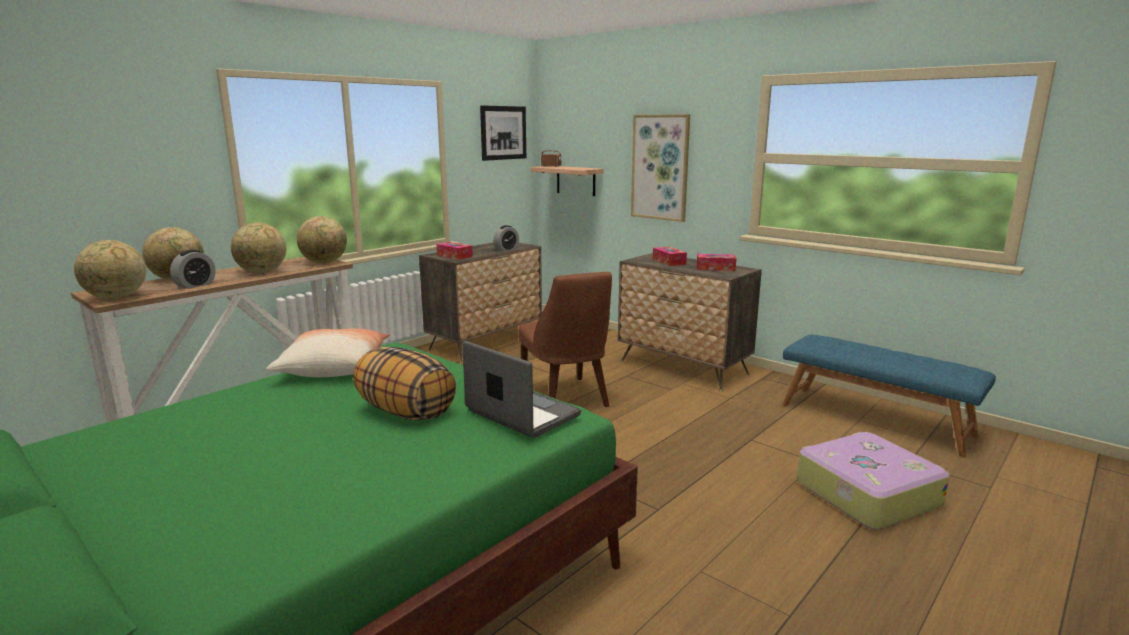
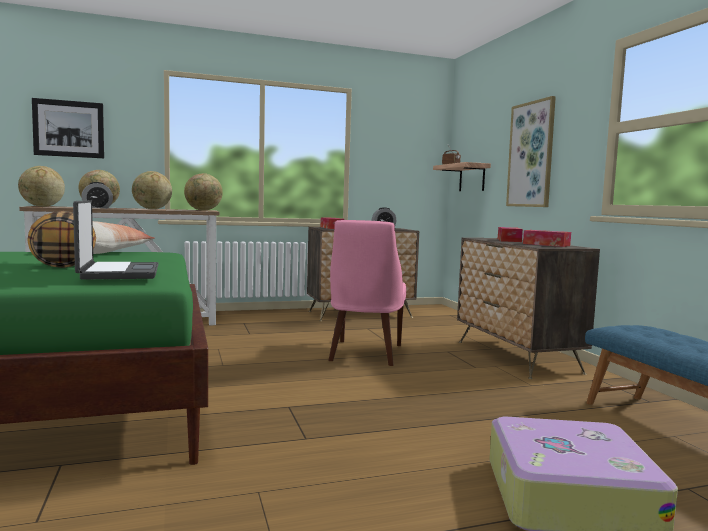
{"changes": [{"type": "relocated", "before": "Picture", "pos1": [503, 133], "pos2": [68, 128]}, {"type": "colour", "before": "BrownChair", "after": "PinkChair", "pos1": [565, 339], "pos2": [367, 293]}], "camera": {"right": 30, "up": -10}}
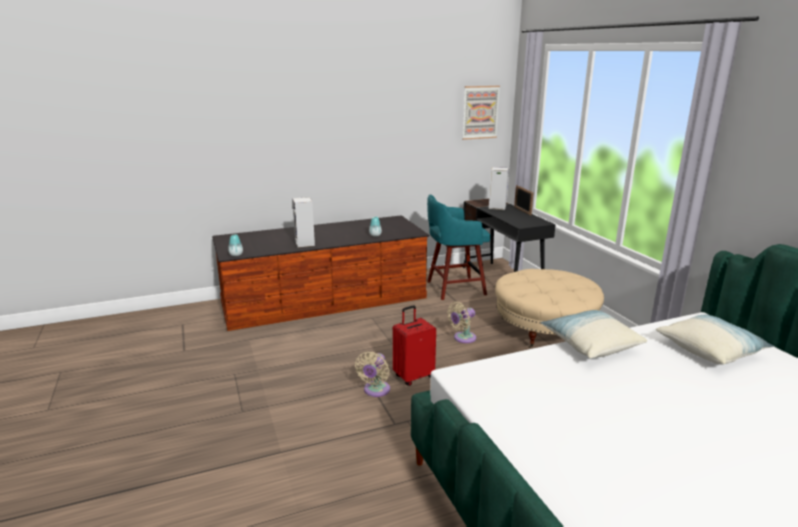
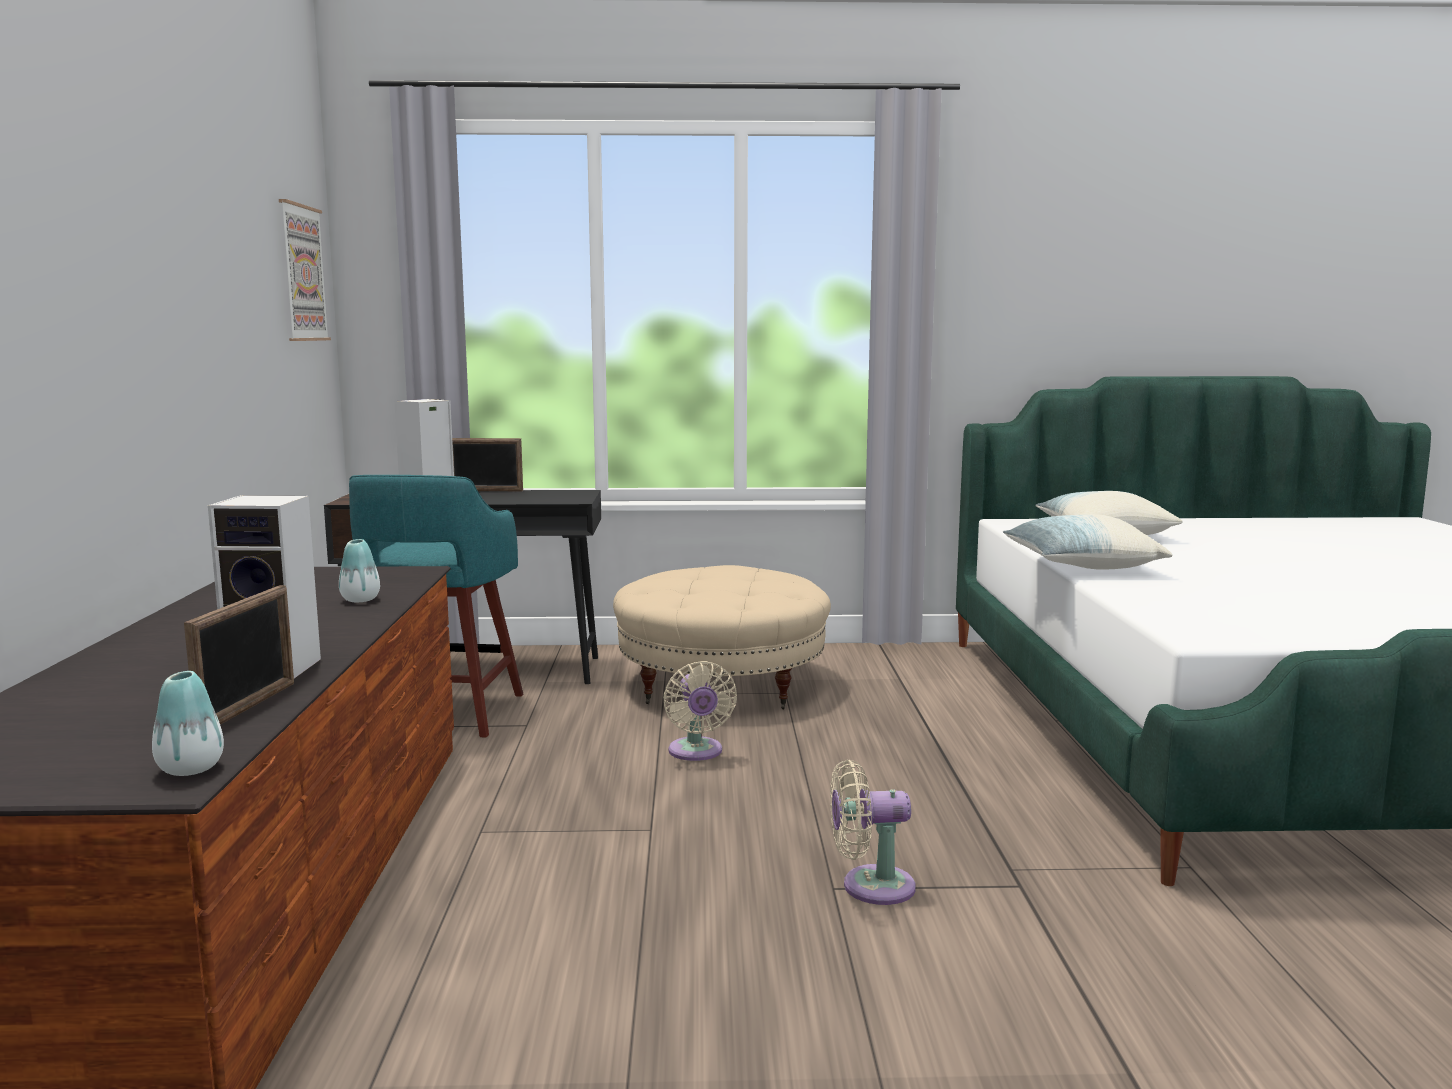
{"changes": [{"type": "spun", "before": "BeigeFan", "pos1": [372, 374], "pos2": [873, 832], "turn": 135}, {"type": "missing", "before": "RedSuitcase", "pos1": [414, 345]}, {"type": "appeared", "after": "PictureFrame", "pos2": [239, 655]}], "camera": {"right": -70, "up": -10}}
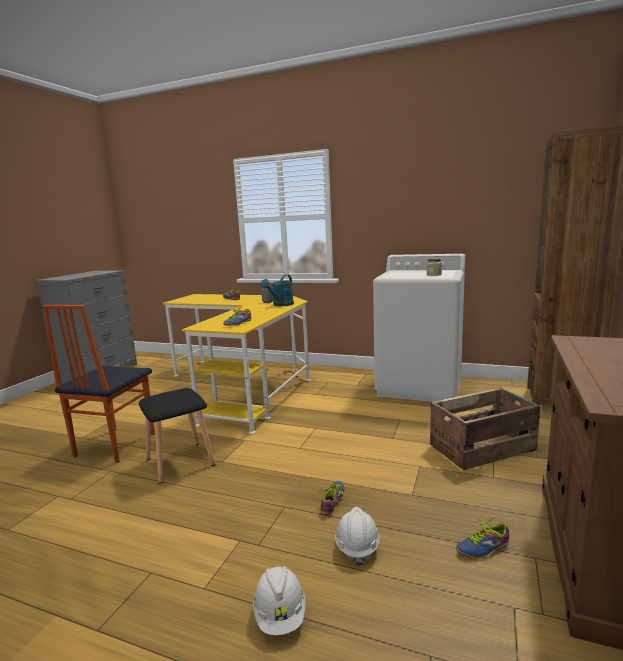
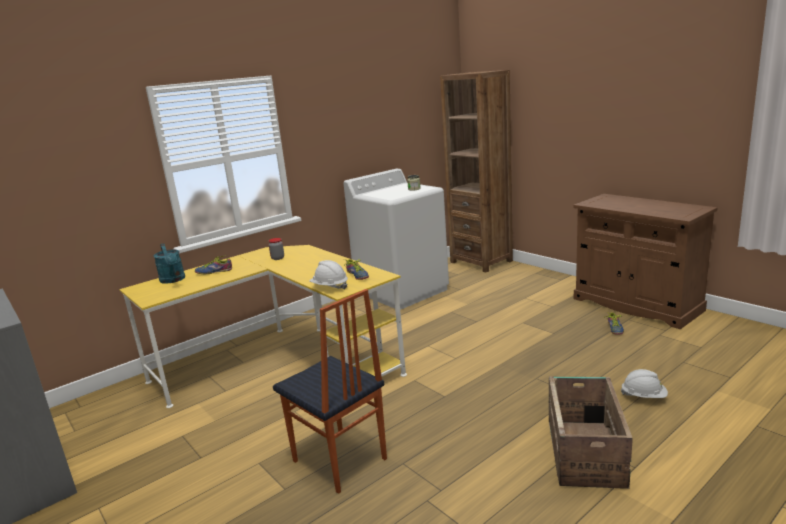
{"changes": [{"type": "missing", "before": "BlackStool", "pos1": [177, 436]}, {"type": "relocated", "before": "TurquoiseWateringCan", "pos1": [277, 290], "pos2": [169, 263]}, {"type": "missing", "before": "Shoe", "pos1": [332, 498]}, {"type": "relocated", "before": "WhiteHardHat", "pos1": [357, 536], "pos2": [328, 275]}, {"type": "relocated", "before": "Crate", "pos1": [485, 429], "pos2": [591, 433]}], "camera": {"right": -60, "up": 5}}
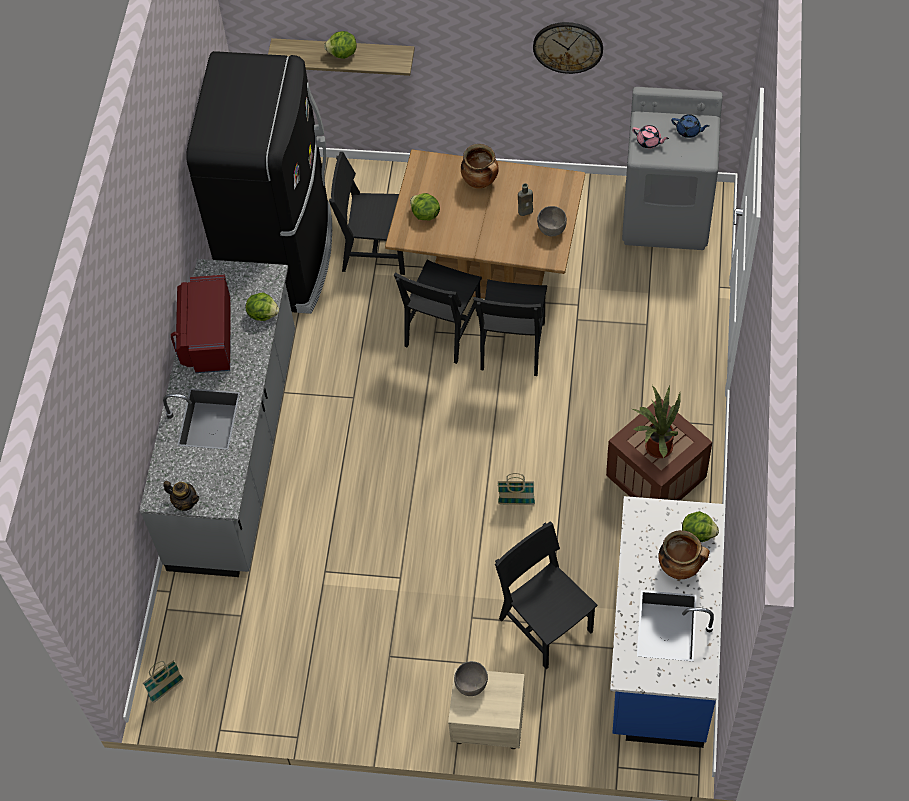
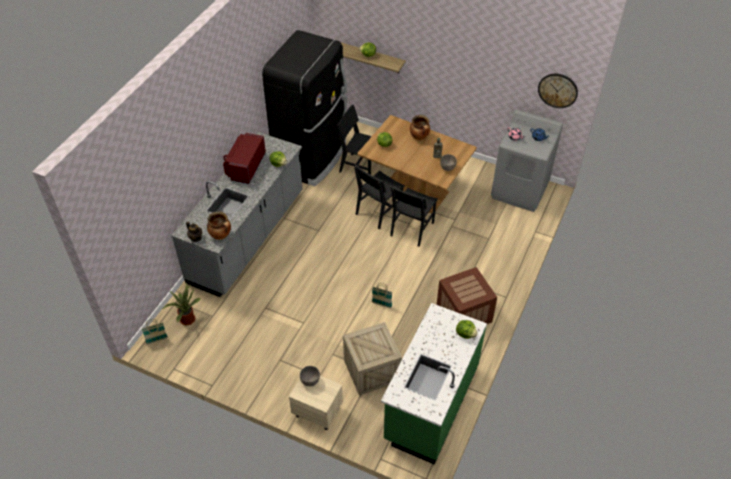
{"changes": [{"type": "exchanged", "before": "BlackChair", "after": "Crate", "pos1": [546, 595], "pos2": [372, 358]}, {"type": "relocated", "before": "WallClock", "pos1": [568, 48], "pos2": [558, 91]}, {"type": "colour", "before": "BlueCounter", "after": "GreenCounter", "pos1": [667, 622], "pos2": [434, 384]}, {"type": "relocated", "before": "PottedPlant", "pos1": [656, 422], "pos2": [182, 303]}, {"type": "relocated", "before": "CookingPot", "pos1": [684, 554], "pos2": [219, 225]}], "camera": {"right": 15, "up": -10}}
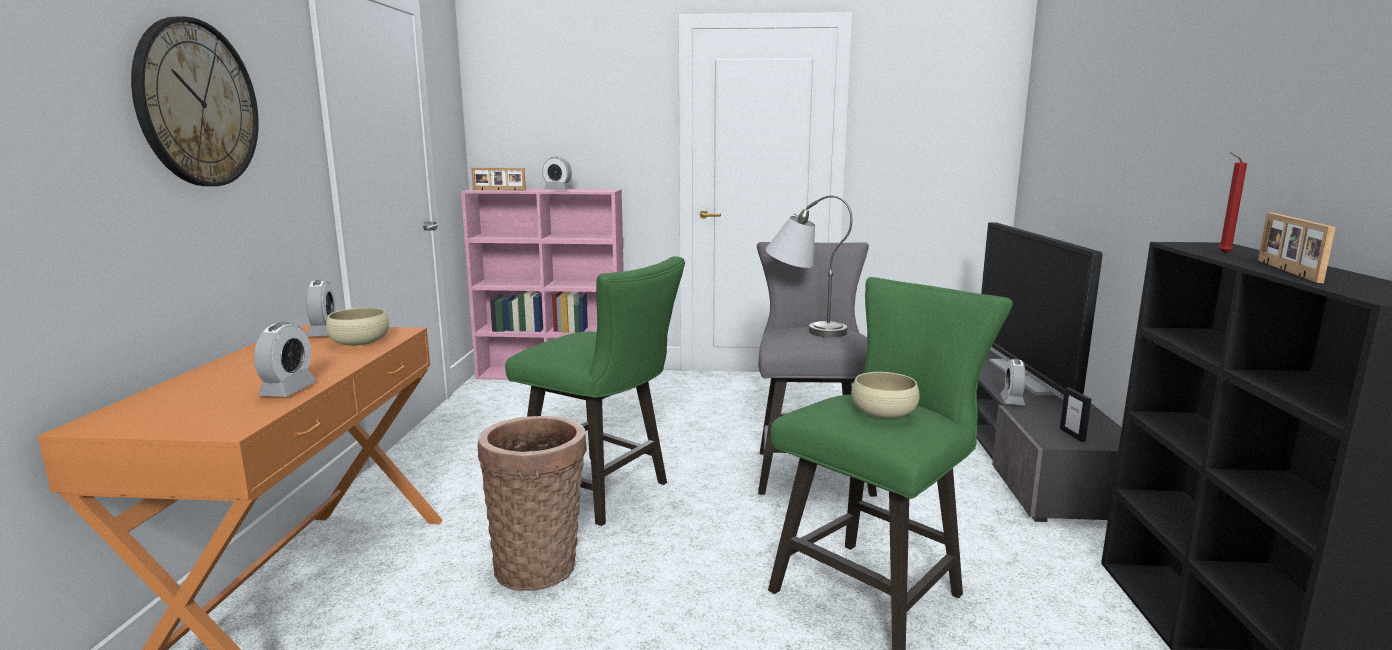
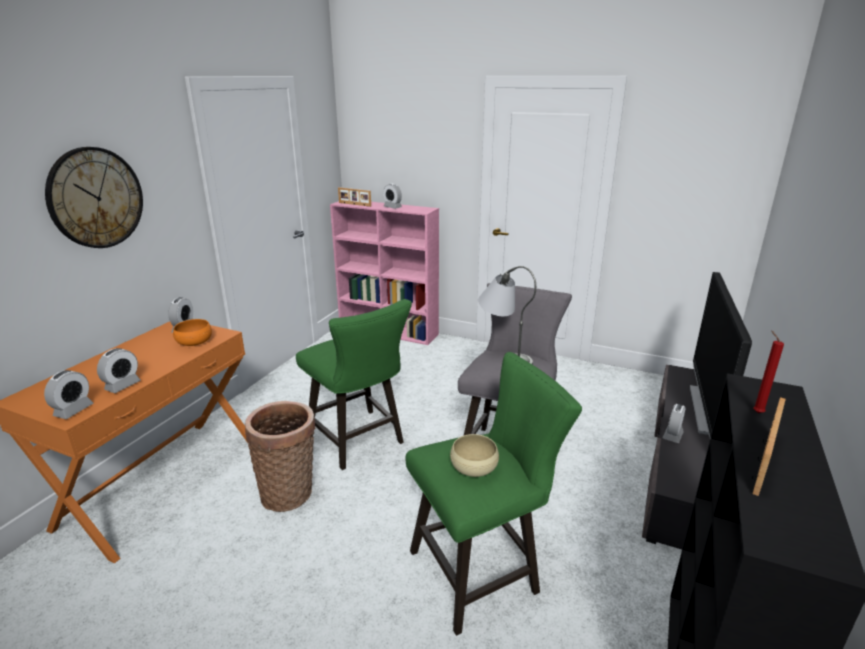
{"changes": [{"type": "colour", "before": "BeigeBowl", "after": "OrangeBowl", "pos1": [357, 327], "pos2": [192, 332]}, {"type": "missing", "before": "PictureFrame", "pos1": [1075, 414]}, {"type": "appeared", "after": "AlarmClock", "pos2": [68, 394]}], "camera": {"right": 20, "up": 10}}
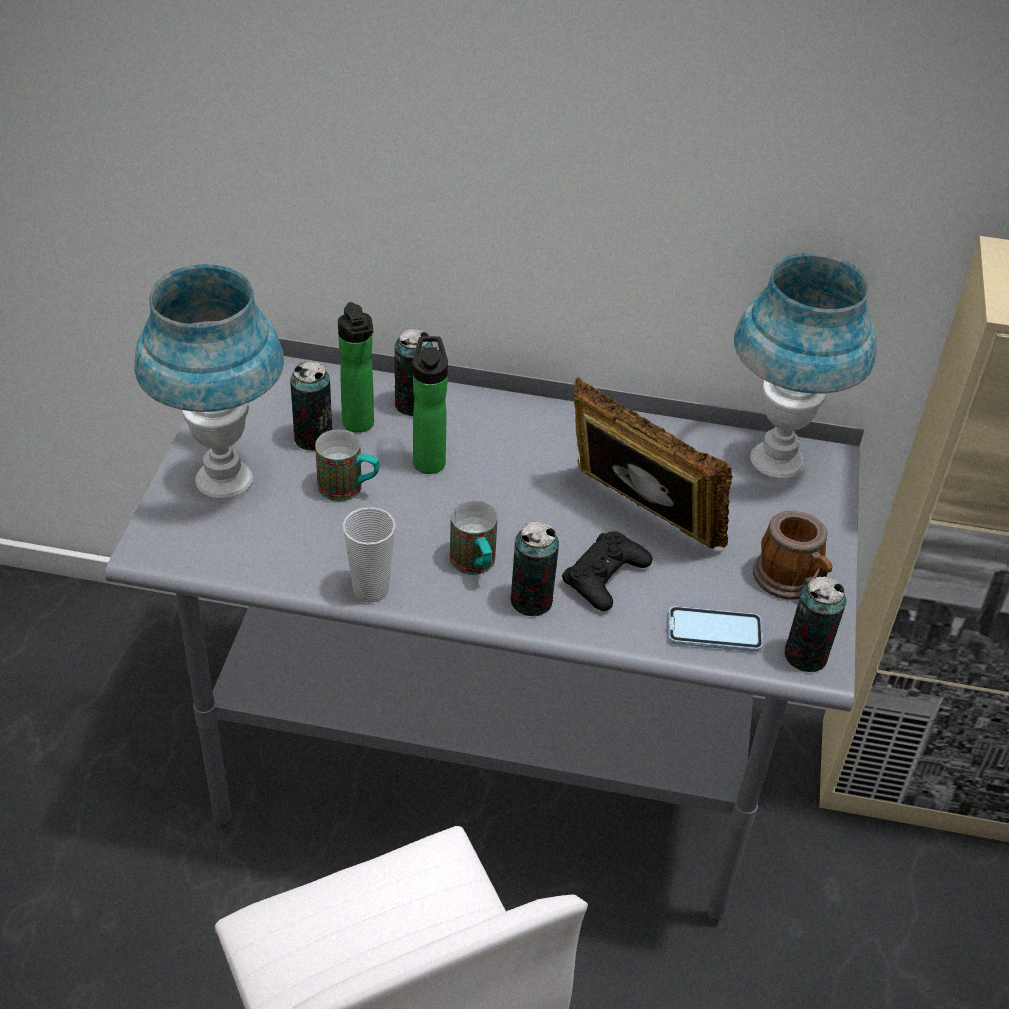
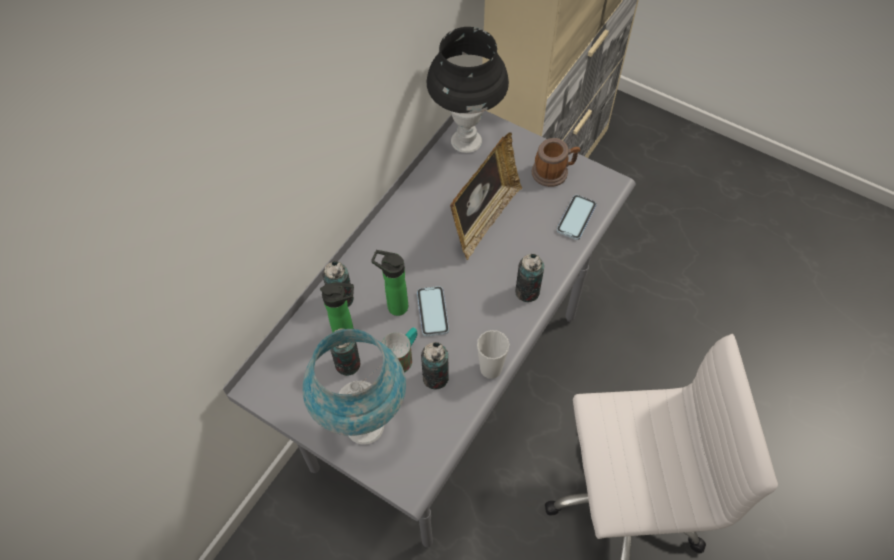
{"changes": [{"type": "missing", "before": "Mug", "pos1": [474, 537]}, {"type": "missing", "before": "BlackGameController", "pos1": [607, 571]}, {"type": "spun", "before": "PictureFrame", "pos1": [653, 463], "pos2": [486, 196], "turn": 150}, {"type": "colour", "before": "BlueTableLamp", "after": "BlackTableLamp", "pos1": [805, 365], "pos2": [468, 90]}, {"type": "relocated", "before": "Can", "pos1": [815, 624], "pos2": [435, 365]}, {"type": "appeared", "after": "Phone", "pos2": [433, 311]}], "camera": {"right": -65, "up": 15}}
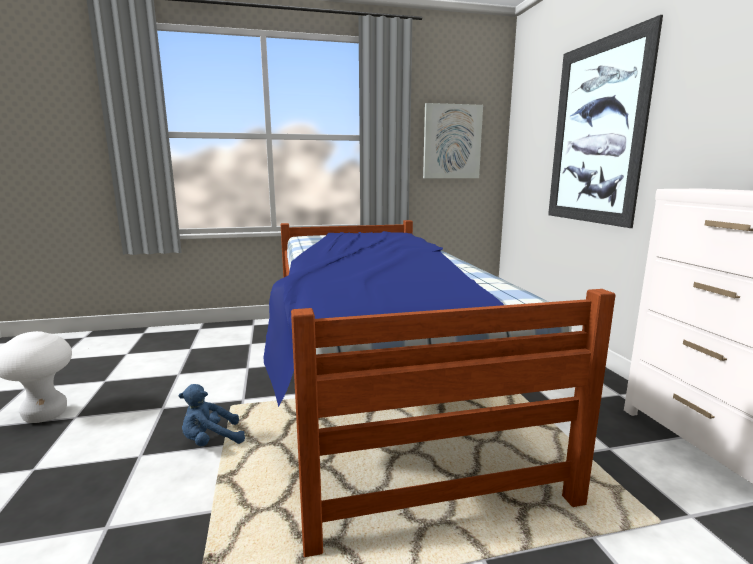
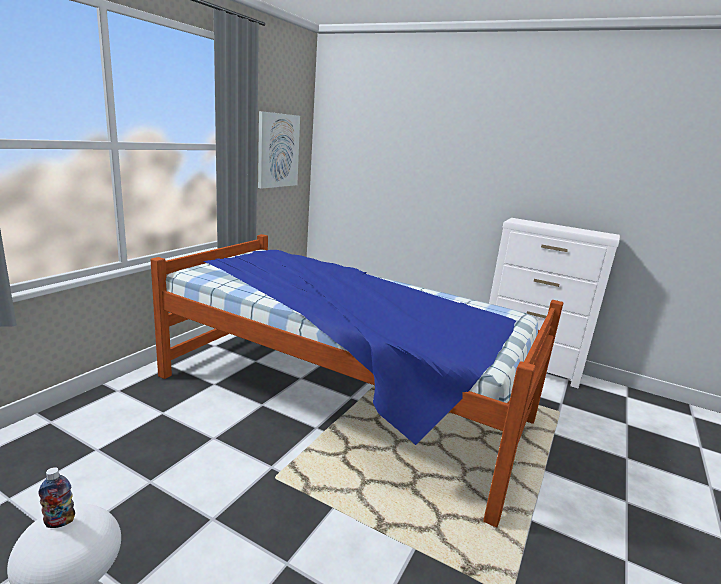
{"changes": [{"type": "missing", "before": "BluePlushToy", "pos1": [211, 415]}, {"type": "missing", "before": "Picture", "pos1": [605, 121]}, {"type": "appeared", "after": "Bottle", "pos2": [56, 497]}], "camera": {"right": -50, "up": 5}}
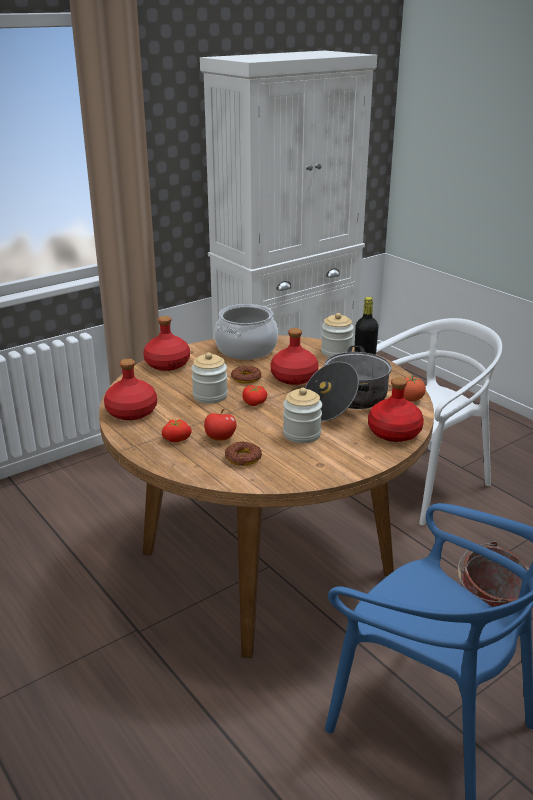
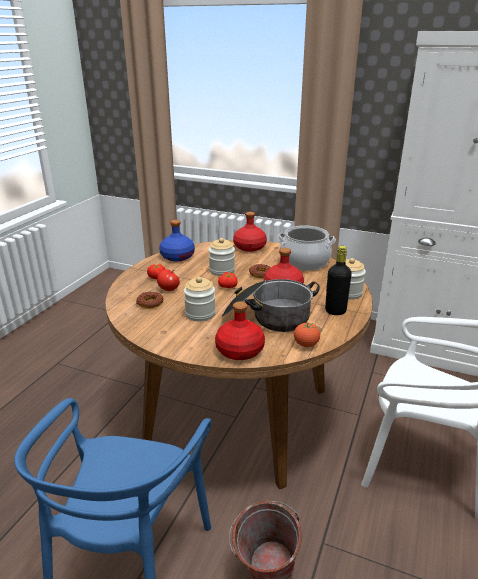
{"changes": [{"type": "colour", "before": "RedBottle", "after": "BlueBottle", "pos1": [130, 389], "pos2": [177, 240]}], "camera": {"right": 60, "up": 0}}
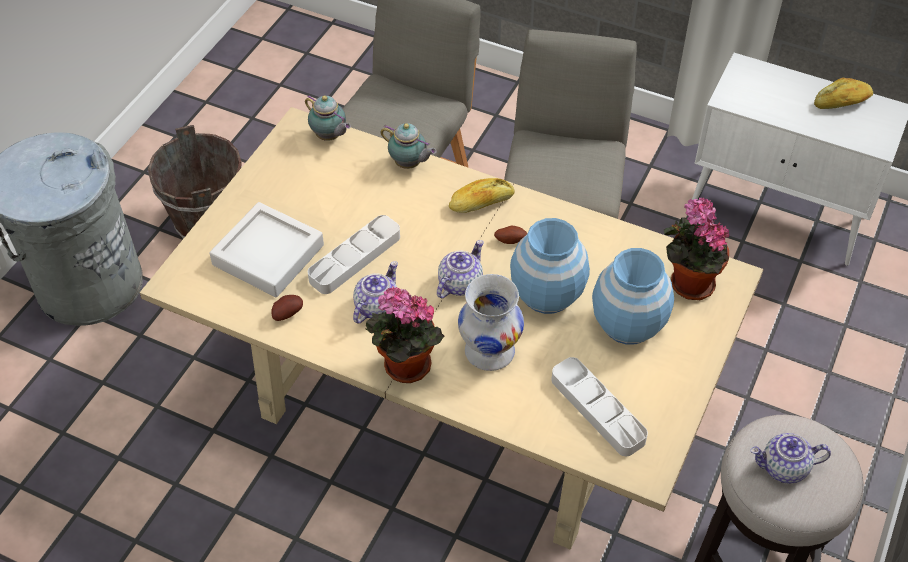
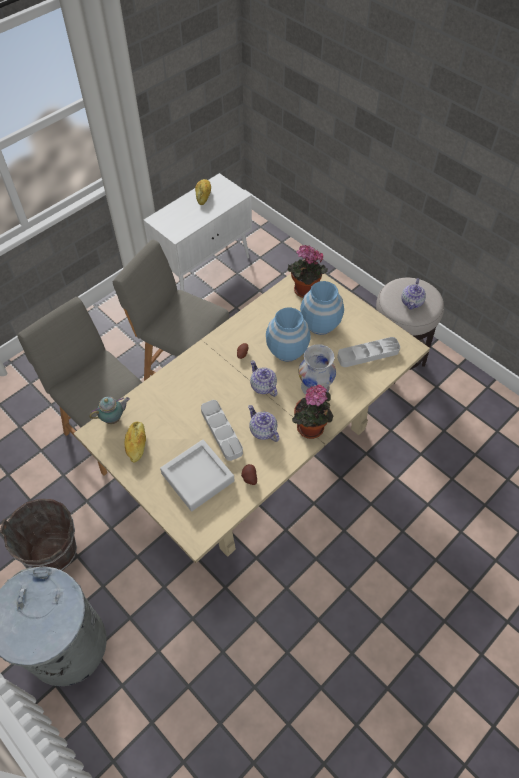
{"changes": [{"type": "missing", "before": "Teapot", "pos1": [409, 146]}, {"type": "relocated", "before": "Bread", "pos1": [482, 195], "pos2": [135, 442]}], "camera": {"right": -70, "up": 5}}
